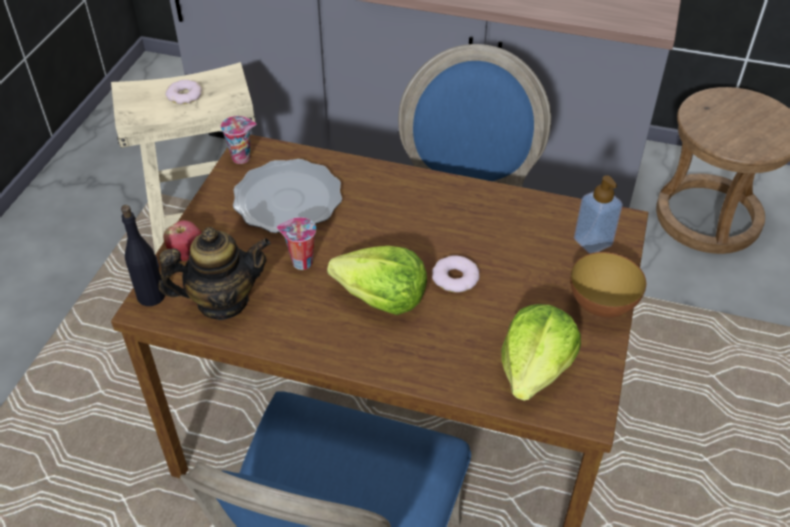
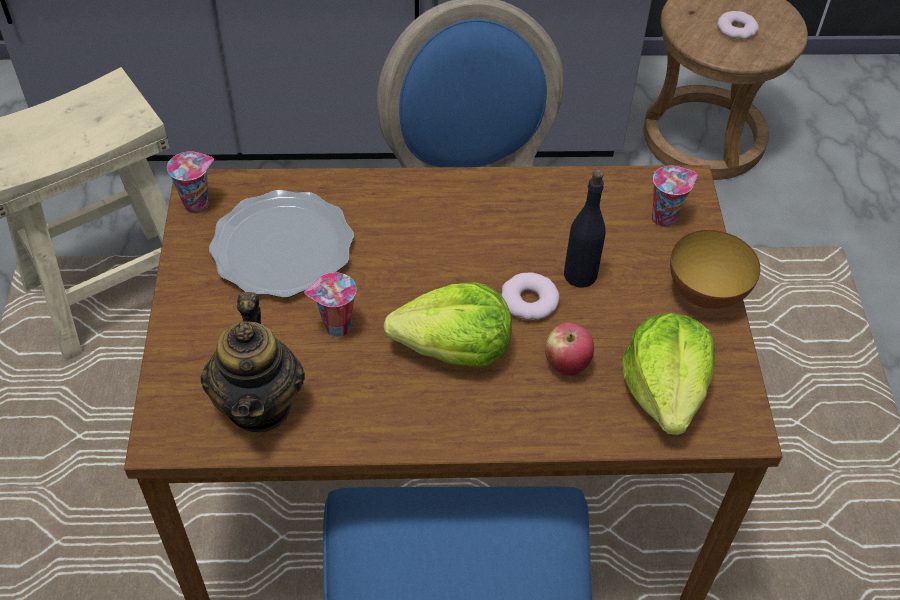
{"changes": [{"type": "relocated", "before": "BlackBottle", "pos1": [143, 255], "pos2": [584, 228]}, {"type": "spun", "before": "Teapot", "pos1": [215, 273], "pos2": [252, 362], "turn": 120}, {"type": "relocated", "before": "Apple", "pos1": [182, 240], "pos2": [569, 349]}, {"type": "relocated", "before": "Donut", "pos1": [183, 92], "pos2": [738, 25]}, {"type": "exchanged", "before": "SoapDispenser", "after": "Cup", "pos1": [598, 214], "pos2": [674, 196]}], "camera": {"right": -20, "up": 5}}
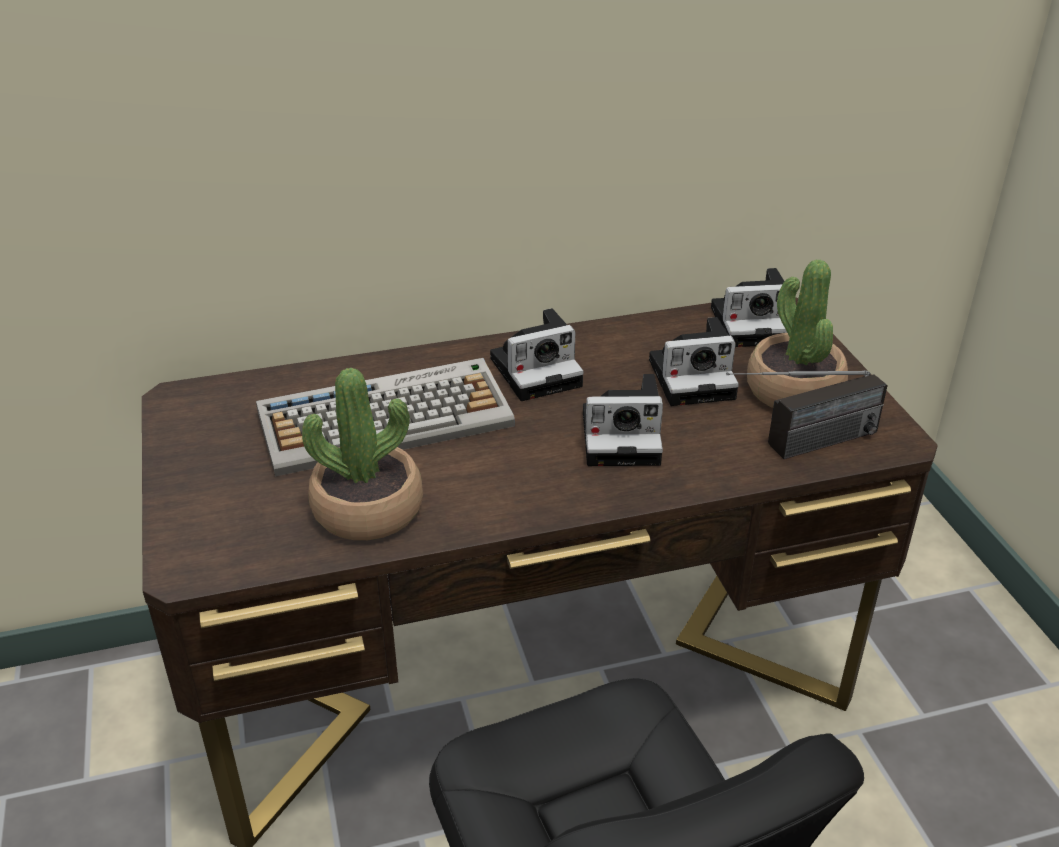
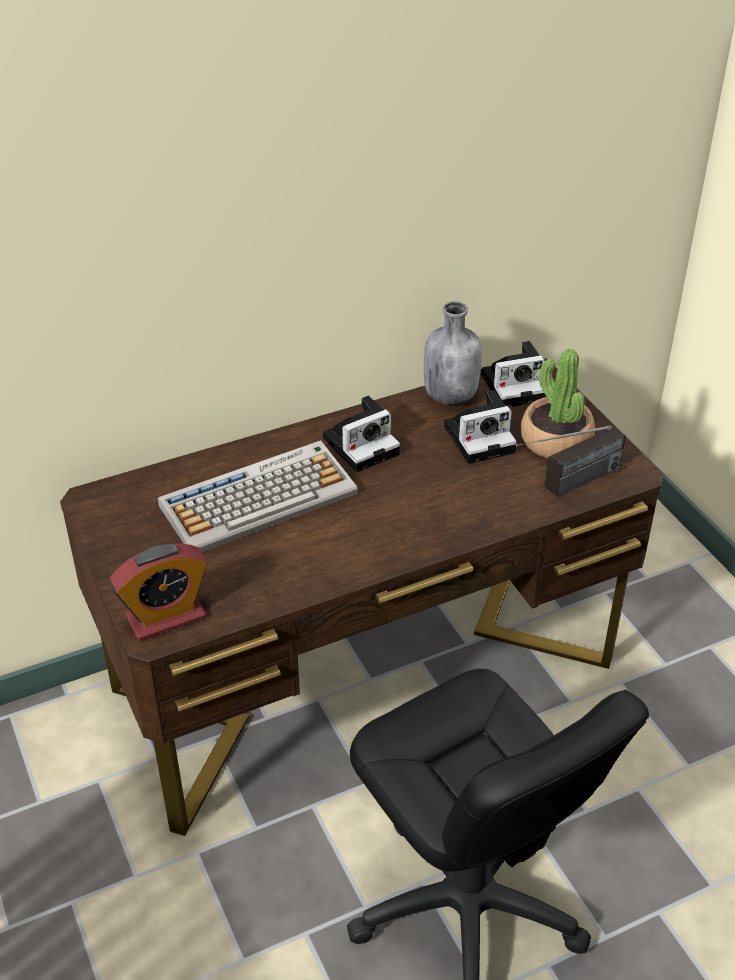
{"changes": [{"type": "missing", "before": "PottedPlant", "pos1": [362, 454]}, {"type": "missing", "before": "PhotoCamera", "pos1": [623, 420]}, {"type": "appeared", "after": "AlarmClock", "pos2": [159, 592]}, {"type": "appeared", "after": "GreyBottle", "pos2": [452, 353]}], "camera": {"right": -10, "up": 5}}
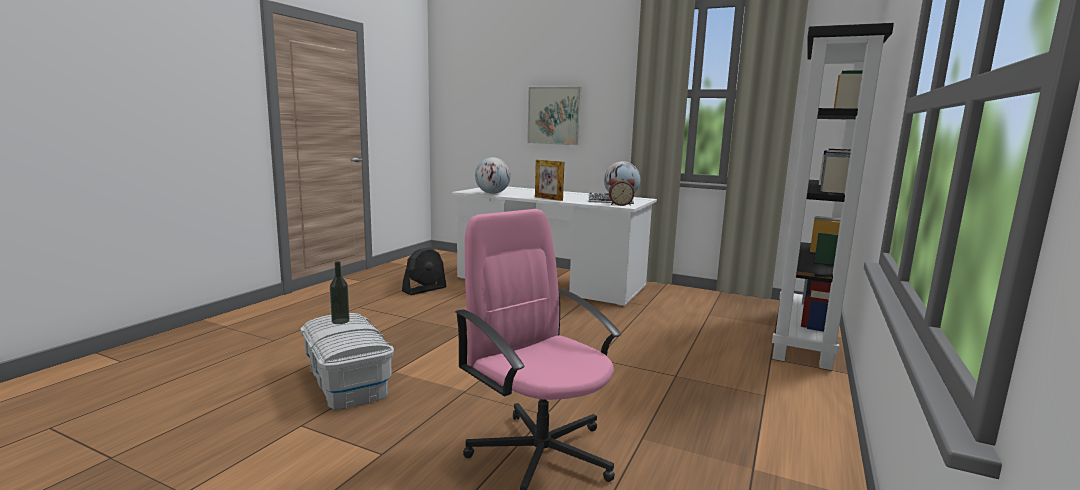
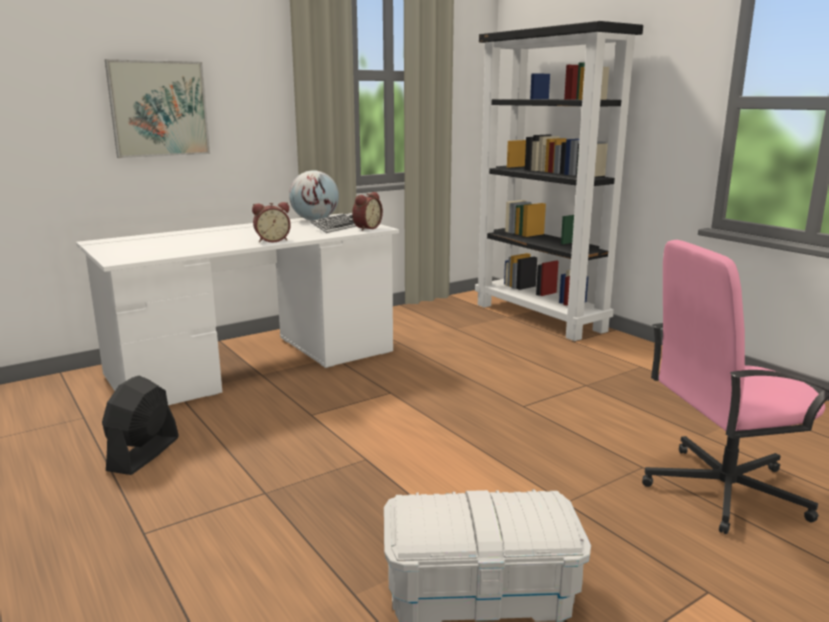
{"changes": [{"type": "missing", "before": "Bottle", "pos1": [340, 292]}, {"type": "spun", "before": "BlackFan", "pos1": [424, 271], "pos2": [140, 425], "turn": -150}, {"type": "missing", "before": "Globe", "pos1": [493, 175]}, {"type": "exchanged", "before": "PictureFrame", "after": "AlarmClock", "pos1": [549, 180], "pos2": [271, 222]}], "camera": {"right": -60, "up": 5}}
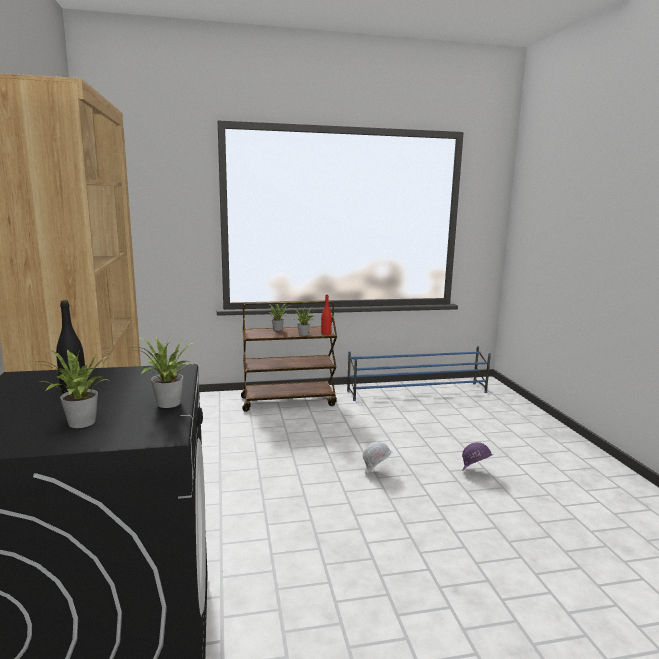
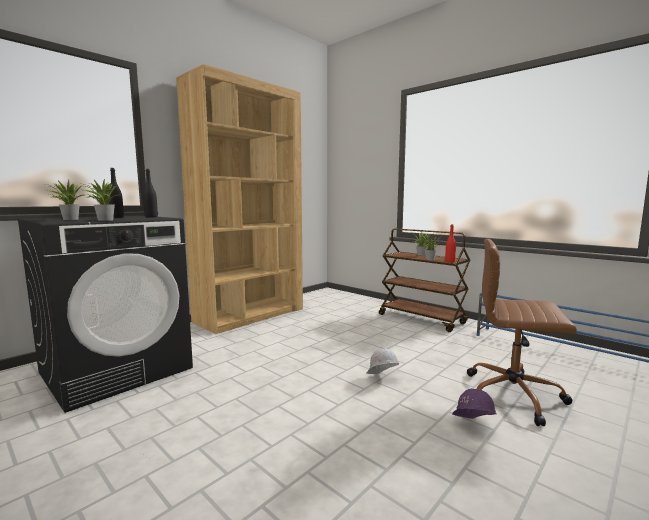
{"changes": [{"type": "appeared", "after": "BlackBottle", "pos2": [150, 193]}, {"type": "appeared", "after": "BrownOfficeChair", "pos2": [522, 332]}], "camera": {"right": 55, "up": -5}}
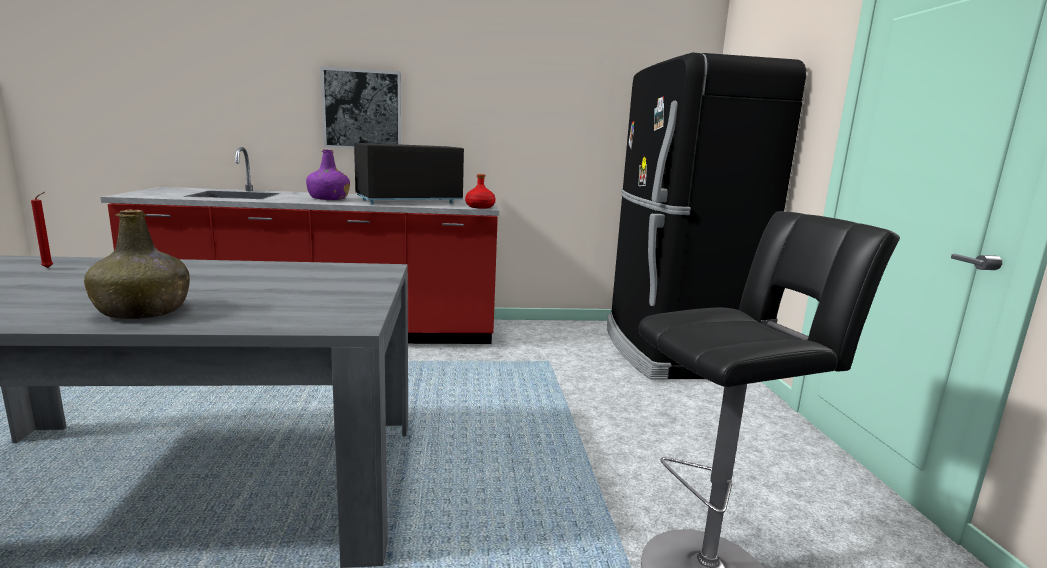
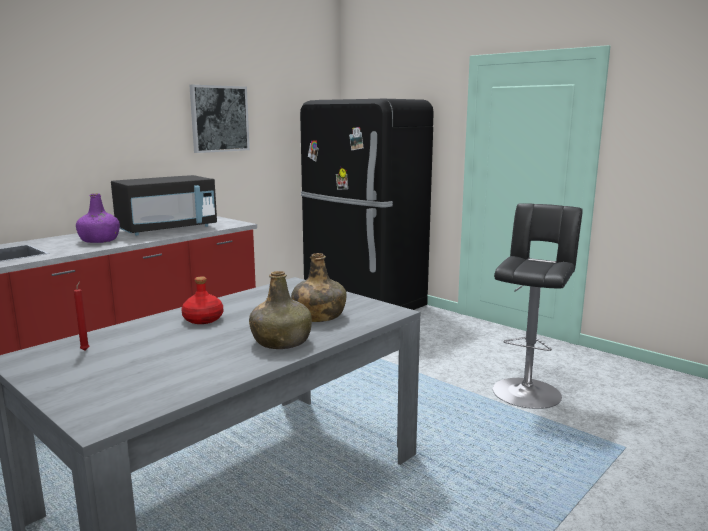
{"changes": [{"type": "relocated", "before": "Picture", "pos1": [361, 108], "pos2": [219, 119]}, {"type": "spun", "before": "BlackMicrowave", "pos1": [409, 174], "pos2": [164, 205], "turn": -150}, {"type": "relocated", "before": "RedBottle", "pos1": [480, 191], "pos2": [202, 300]}, {"type": "appeared", "after": "GreenBottle", "pos2": [319, 287]}], "camera": {"right": -40, "up": 0}}
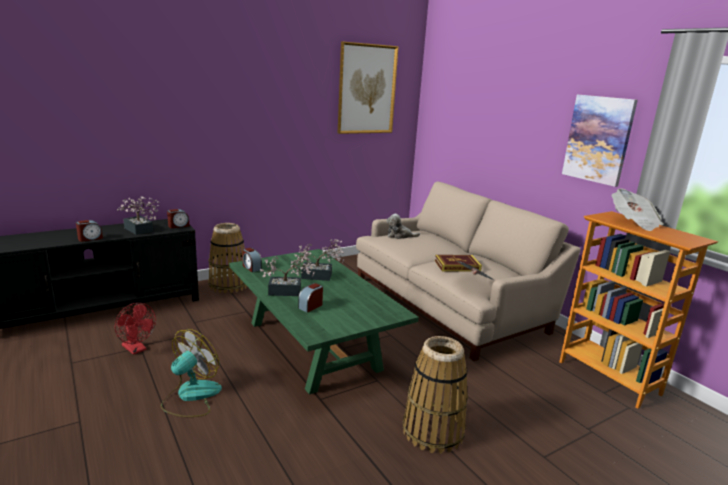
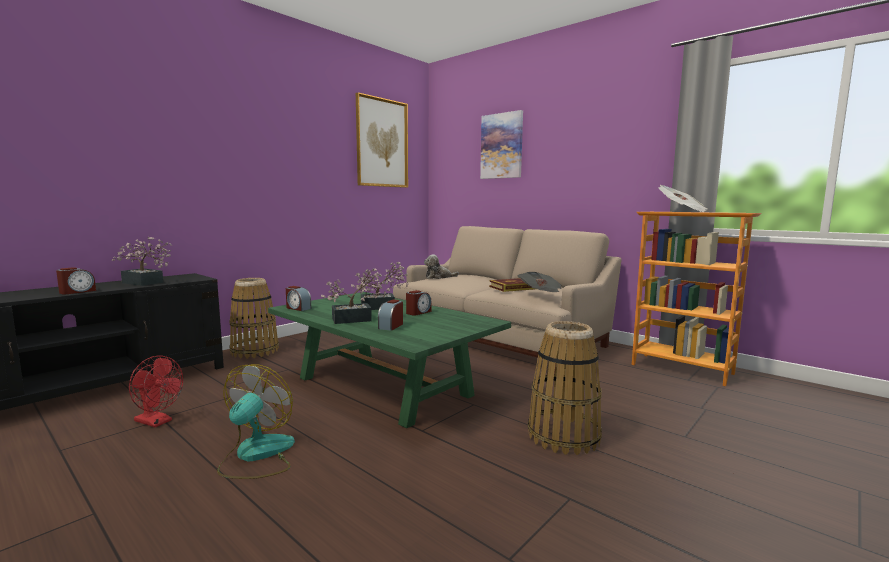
{"changes": [{"type": "relocated", "before": "AlarmClock", "pos1": [178, 218], "pos2": [418, 303]}, {"type": "relocated", "before": "Picture", "pos1": [600, 141], "pos2": [501, 144]}], "camera": {"right": -15, "up": -10}}
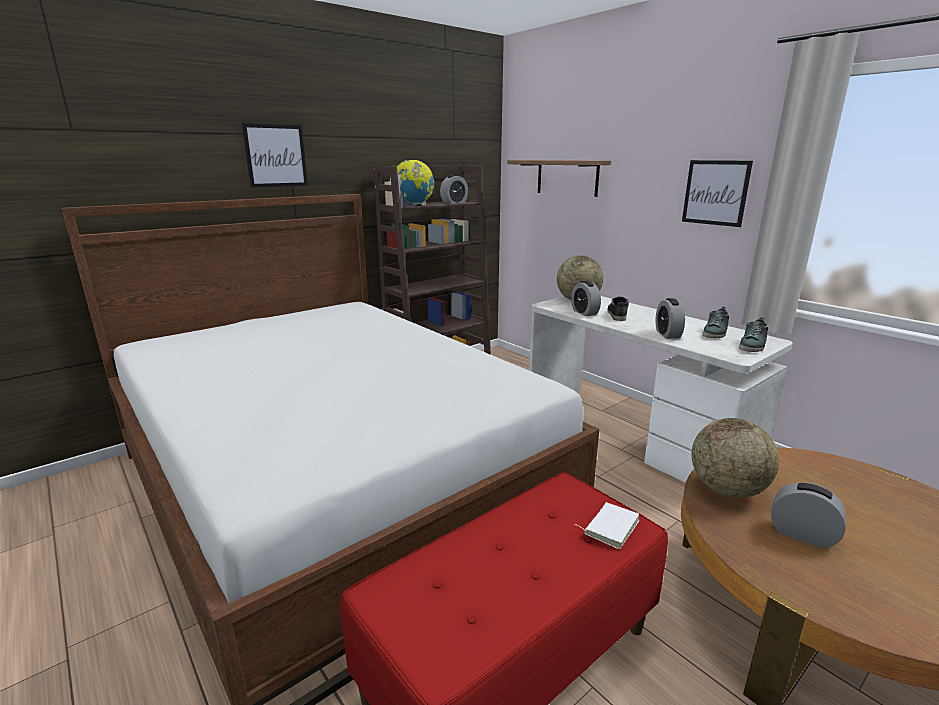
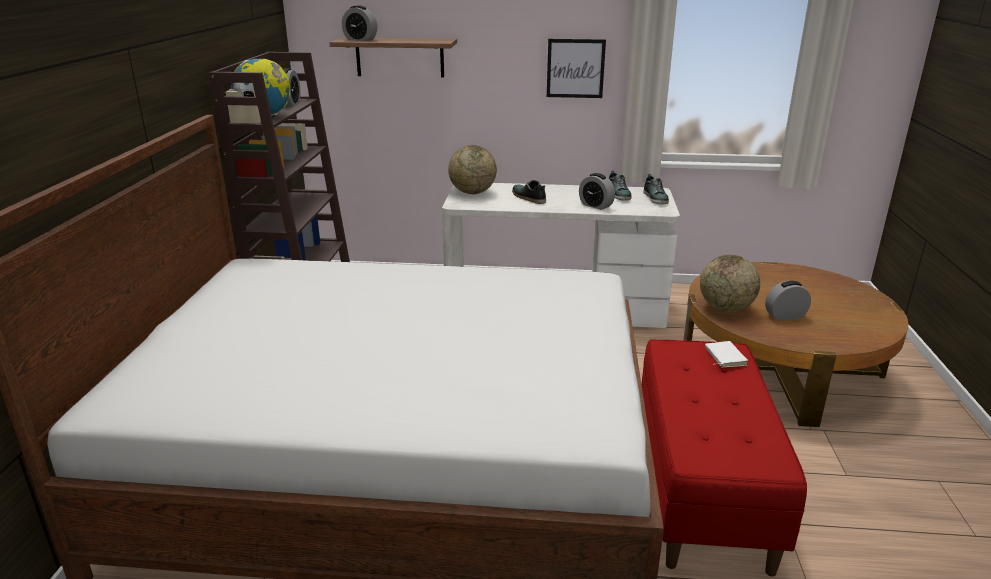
{"changes": [{"type": "missing", "before": "Picture", "pos1": [275, 155]}, {"type": "relocated", "before": "AlarmClock", "pos1": [586, 298], "pos2": [359, 23]}], "camera": {"right": -45, "up": 5}}
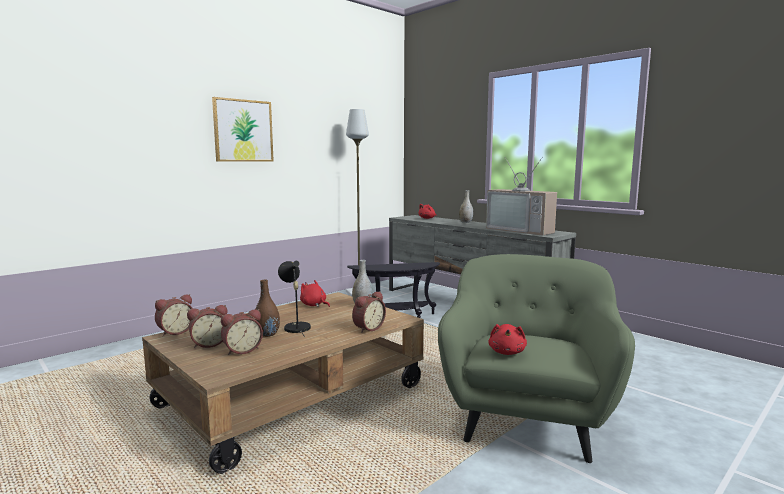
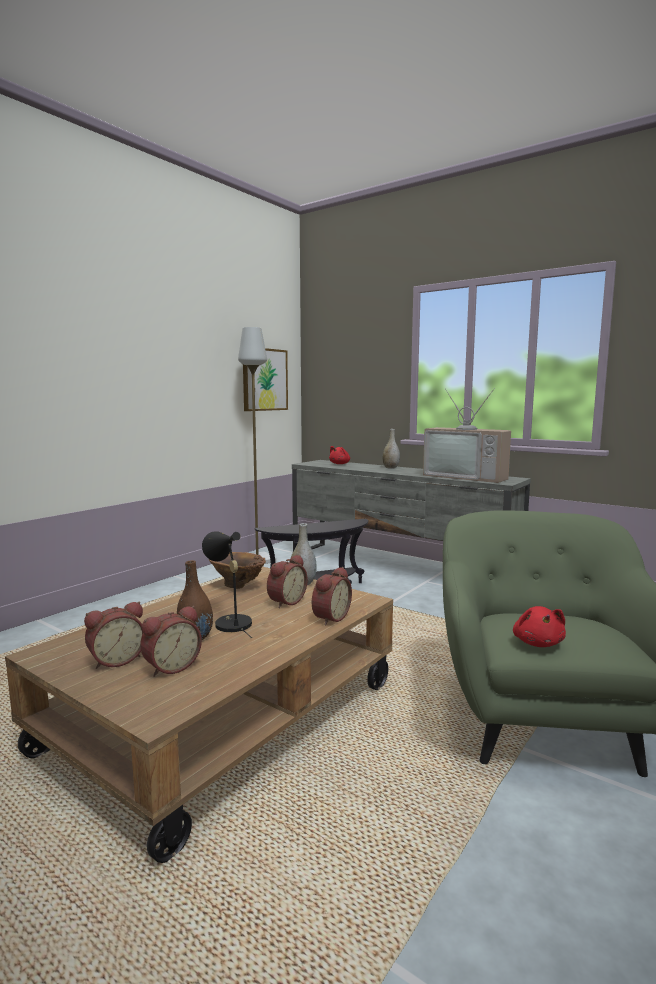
{"changes": [{"type": "relocated", "before": "AlarmClock", "pos1": [174, 315], "pos2": [287, 581]}, {"type": "relocated", "before": "Picture", "pos1": [243, 129], "pos2": [265, 379]}, {"type": "exchanged", "before": "RedPlushToy", "after": "BrownVase", "pos1": [315, 293], "pos2": [237, 570]}], "camera": {"right": -10, "up": 0}}
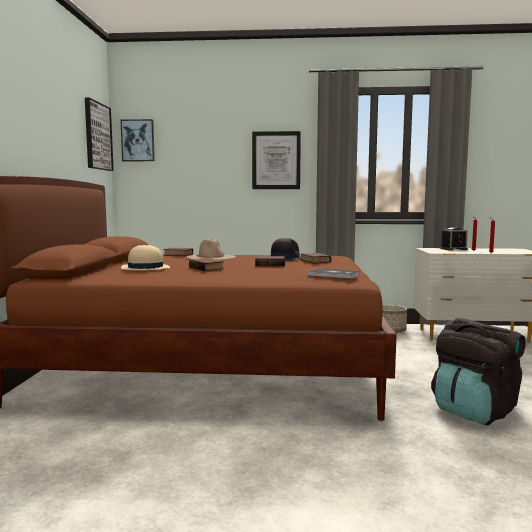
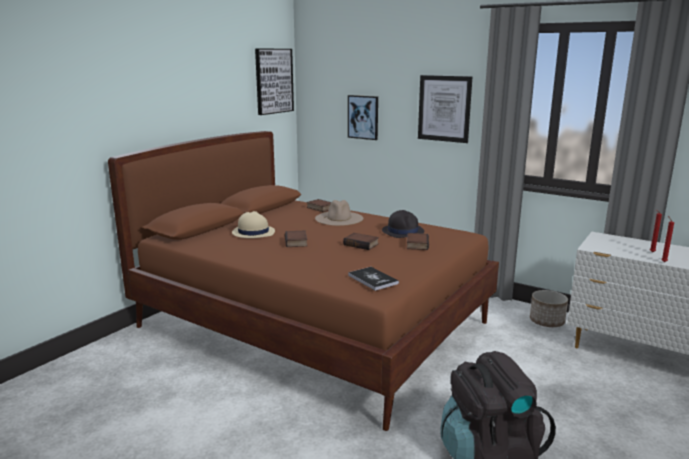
{"changes": [{"type": "relocated", "before": "Picture", "pos1": [138, 140], "pos2": [363, 117]}, {"type": "missing", "before": "AlarmClock", "pos1": [454, 238]}], "camera": {"right": 30, "up": 10}}
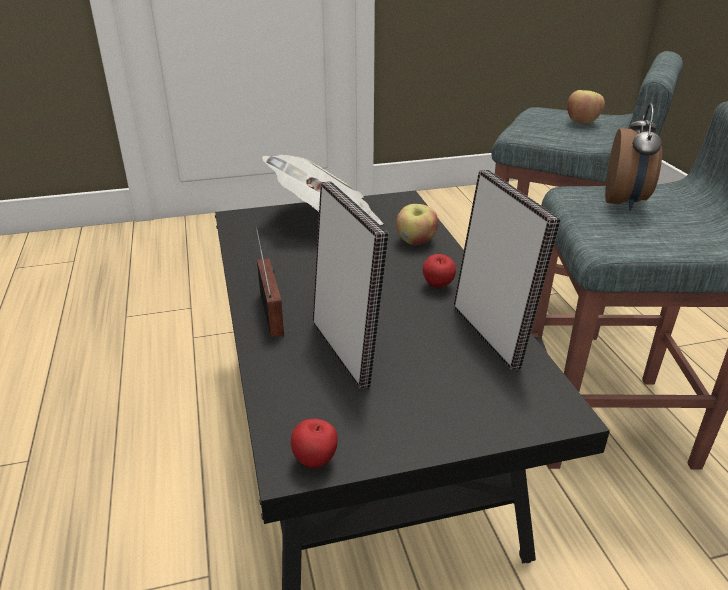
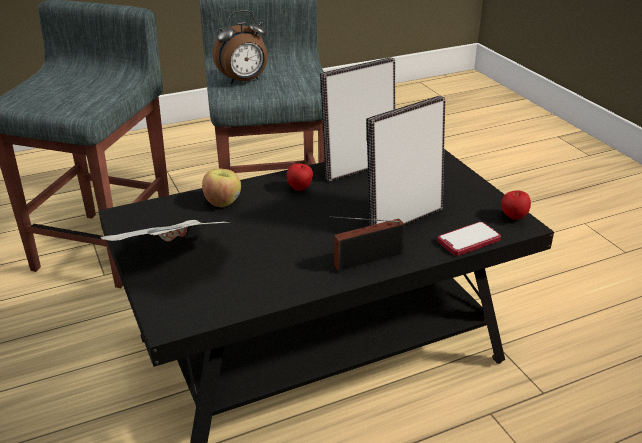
{"changes": [{"type": "missing", "before": "Apple", "pos1": [586, 107]}, {"type": "spun", "before": "AlarmClock", "pos1": [633, 157], "pos2": [240, 47], "turn": 150}, {"type": "appeared", "after": "Phone", "pos2": [469, 239]}], "camera": {"right": -100, "up": 0}}
